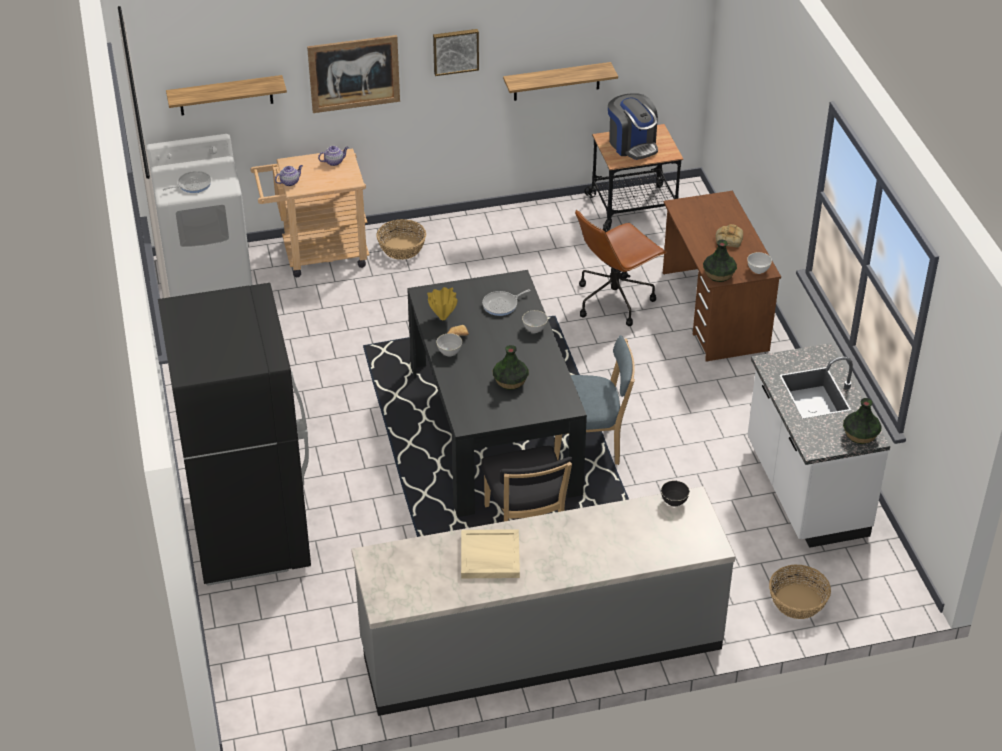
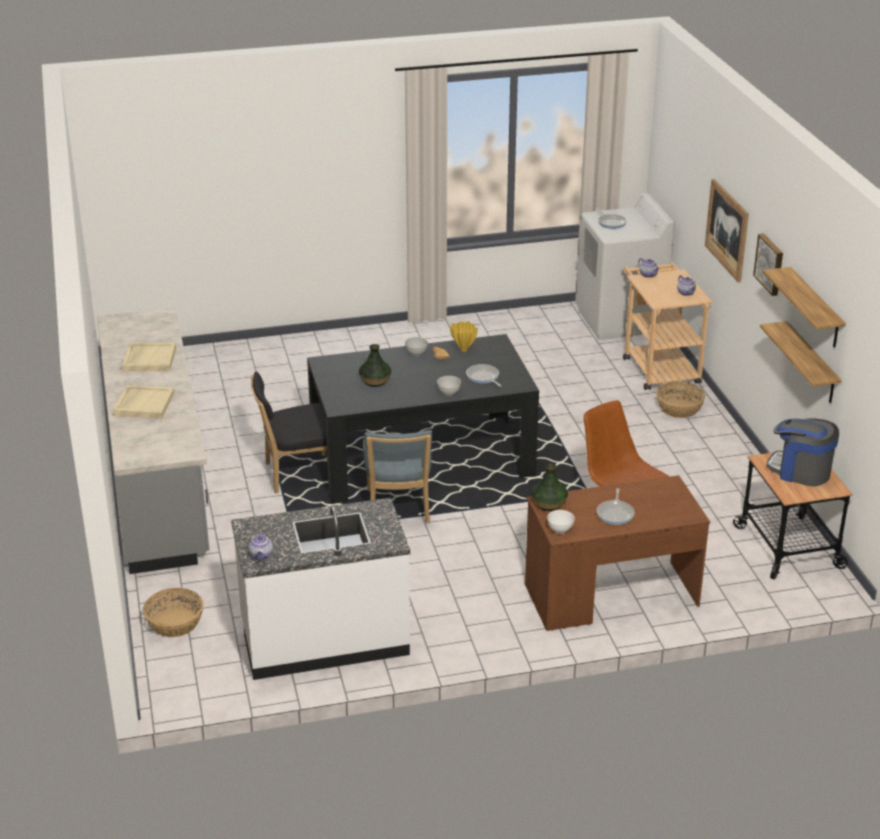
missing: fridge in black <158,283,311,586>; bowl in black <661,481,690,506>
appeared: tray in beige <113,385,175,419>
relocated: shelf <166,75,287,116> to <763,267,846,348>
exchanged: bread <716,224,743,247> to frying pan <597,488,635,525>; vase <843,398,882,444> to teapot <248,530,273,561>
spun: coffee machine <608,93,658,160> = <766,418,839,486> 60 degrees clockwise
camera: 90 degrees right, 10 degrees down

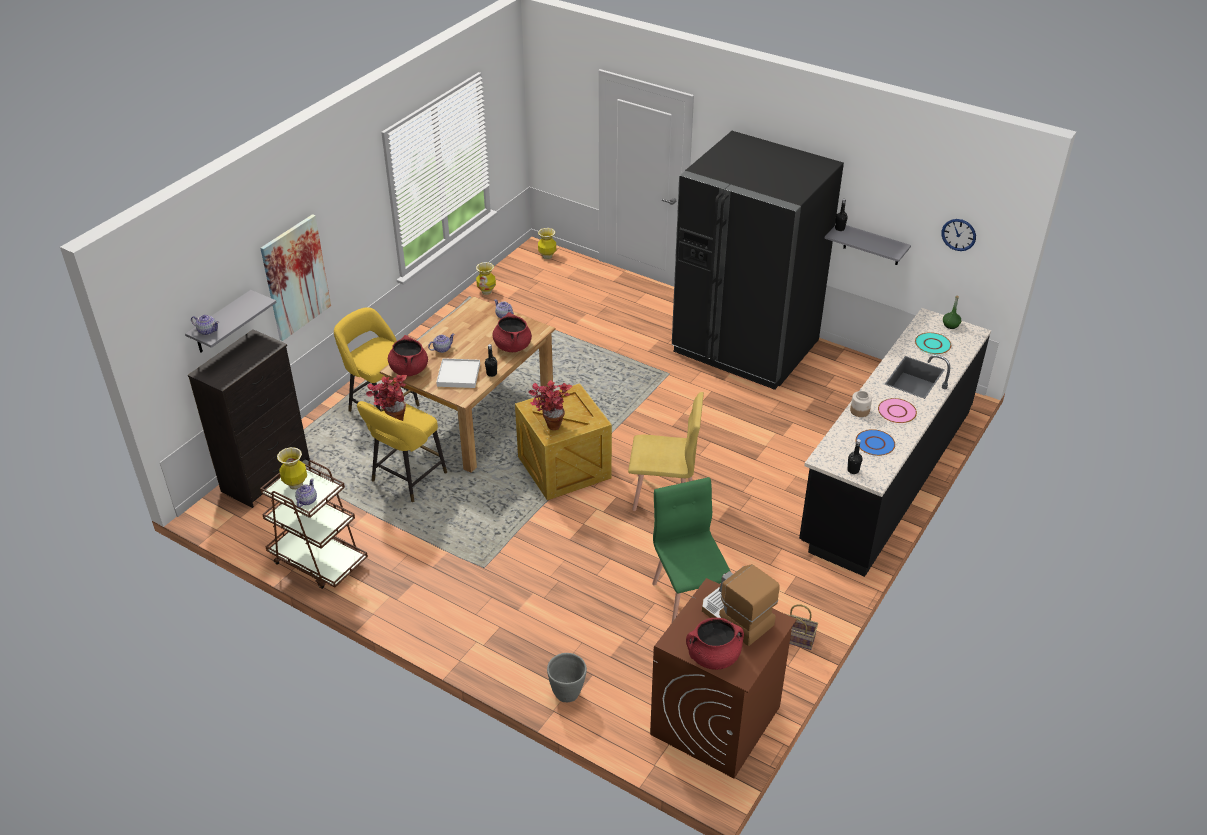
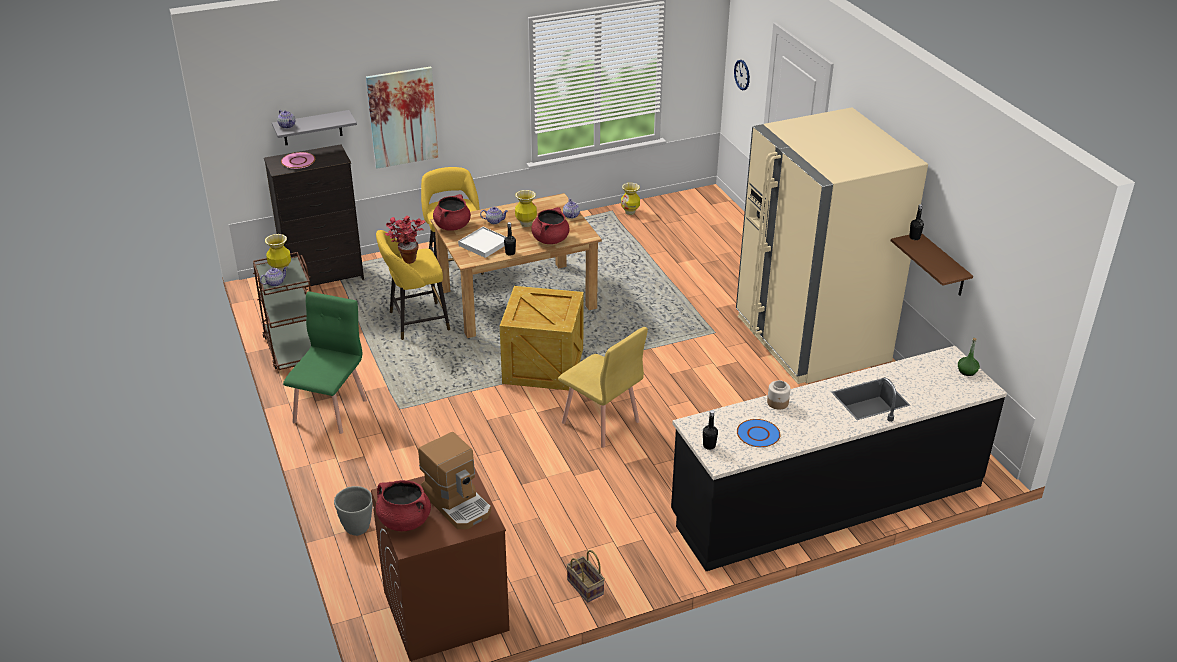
missing: potted plant <529,380,572,430>; plate in turquoise <915,332,951,354>
relocated: vase <538,228,556,259> to <515,190,537,227>; chair in green <652,477,731,624> to <283,291,367,434>; plate in pink <878,398,917,423> to <281,152,315,169>; wall clock <941,219,976,251> to <734,60,750,90>
colour: fridge in black <672,131,844,390> to fridge in beige <736,107,928,384>; shelf in grey <824,225,911,265> to shelf in brown <891,234,973,296>
spun: coffee machine <702,564,780,646> = <418,432,491,529> 150 degrees clockwise
camera: 35 degrees right, 5 degrees down

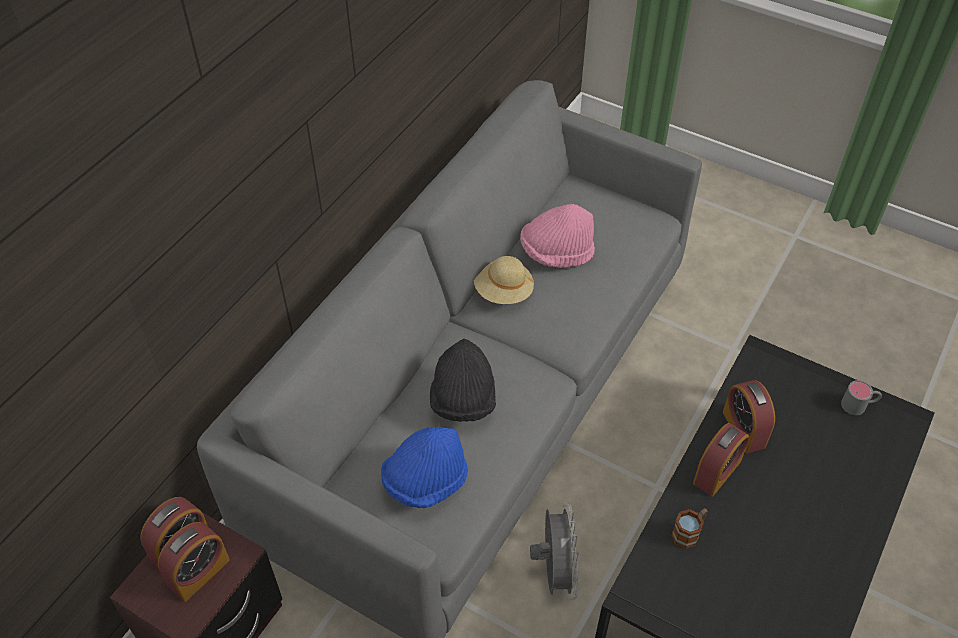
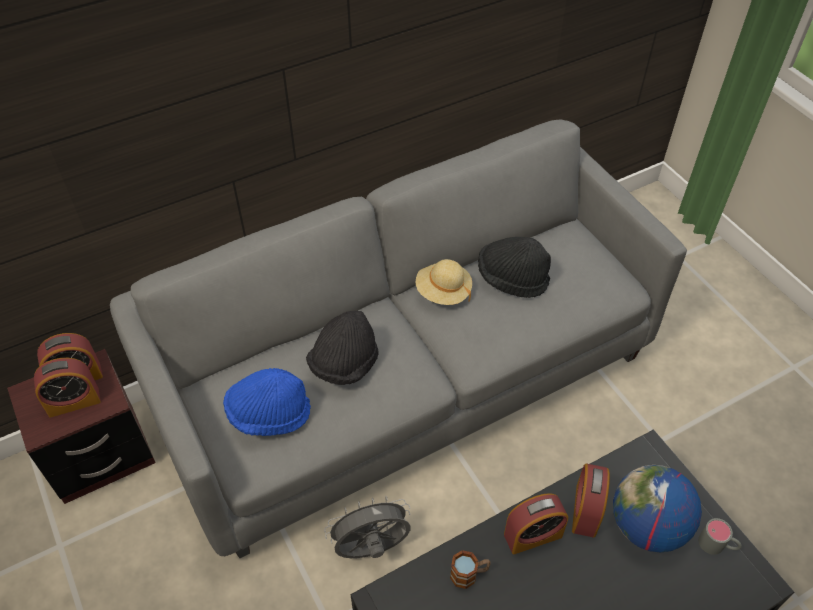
appeared: globe <613,465,702,553>
colour: hat in pink <520,204,595,268> to hat in black <478,237,551,298>
spun: fan in grey <530,503,579,600> = <324,496,411,558> 135 degrees counterclockwise
camera: 30 degrees right, 0 degrees up

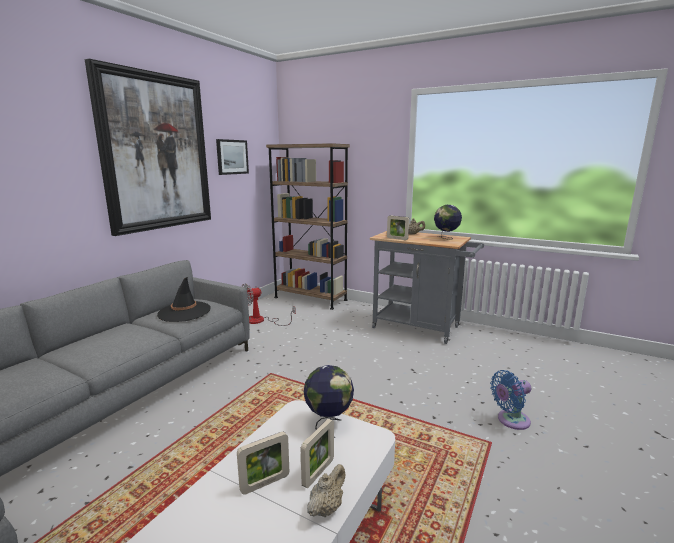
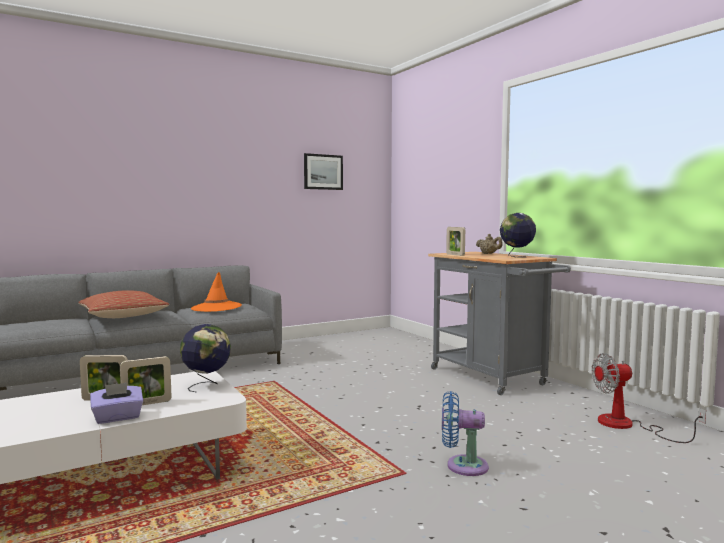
missing: picture <85,59,211,236>; bookcase in brown <266,143,350,310>
appeared: pillow <78,290,169,318>
relocated: fan <241,283,296,326> to <592,353,706,443>
exchanged: teapot in beige <307,464,345,517> to tissue box in purple <90,383,143,424>
colour: hat in black <157,277,211,322> to hat in orange <191,272,242,312>
camera: 30 degrees right, 10 degrees down

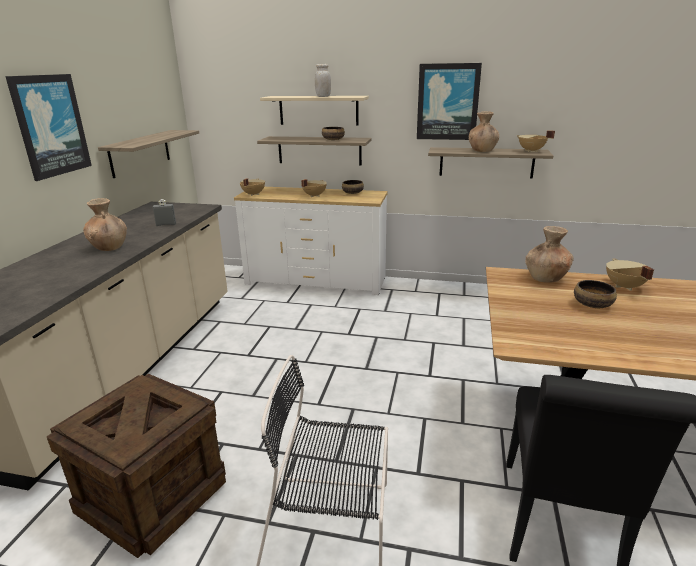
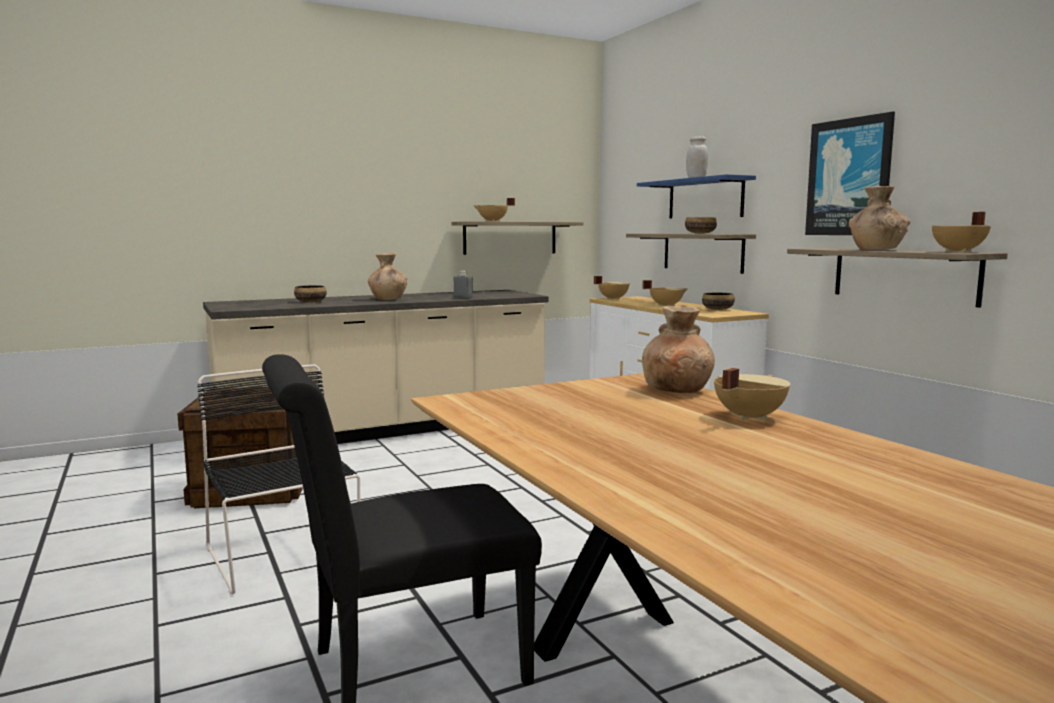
missing: picture <5,74,92,181>
appeared: cooking pot in beige <473,198,515,221>
relocated: bowl <574,280,617,308> to <294,285,327,303>
colour: shelf in beige <260,96,369,125> to shelf in blue <637,174,756,219>
camera: 50 degrees right, 15 degrees down

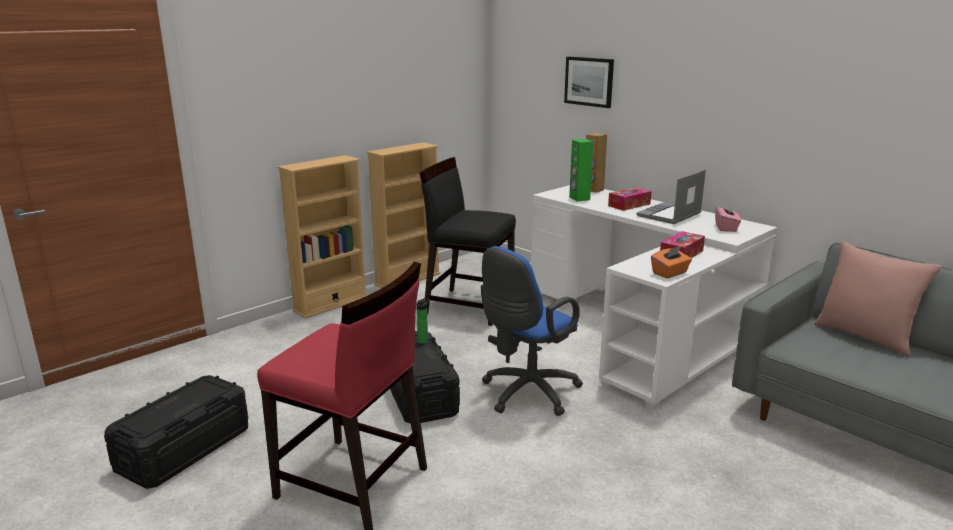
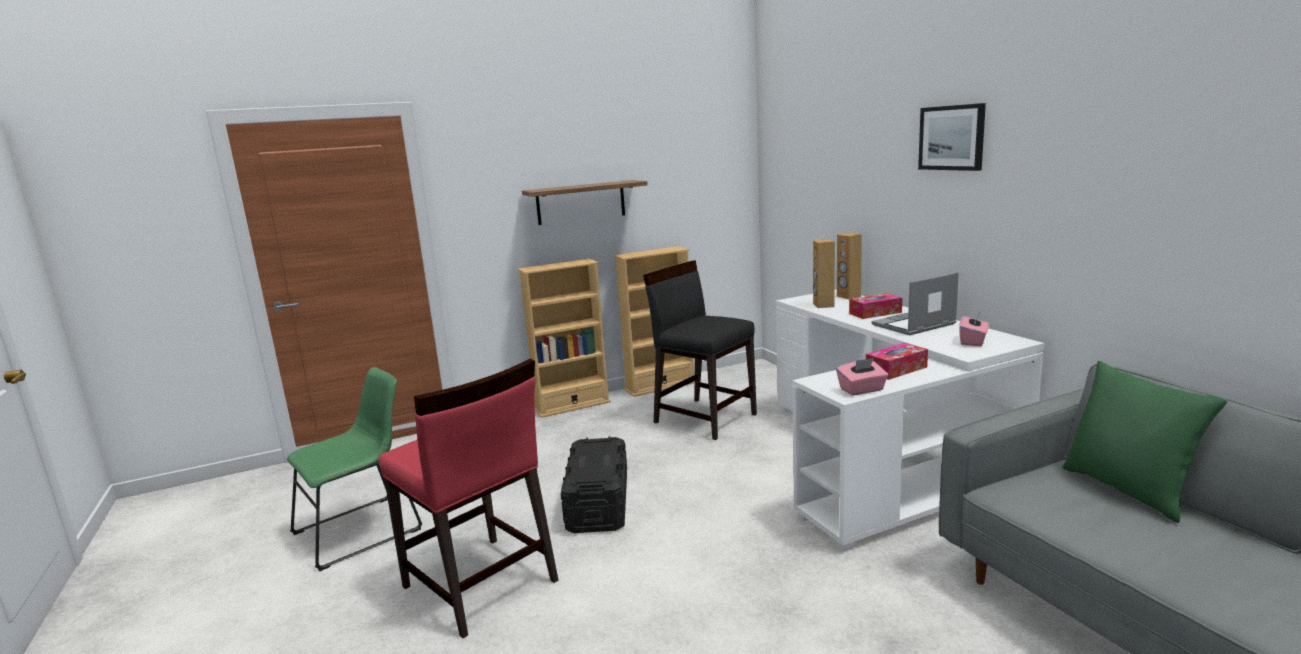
missing: bottle <416,298,430,344>; office chair in blue <481,246,583,416>
appeared: shelf <522,180,648,225>
relocated: picture <564,57,614,108> to <918,103,986,171>
exchanged: storage box in black <104,375,248,489> to chair in green <287,367,422,572>
colour: speaker in green <569,139,593,201> to speaker in brown <813,239,835,308>; tissue box in orange <651,246,692,278> to tissue box in pink <836,358,888,396>; pillow in pink <814,241,942,357> to pillow in green <1062,361,1227,523>
camera: 20 degrees right, 5 degrees down

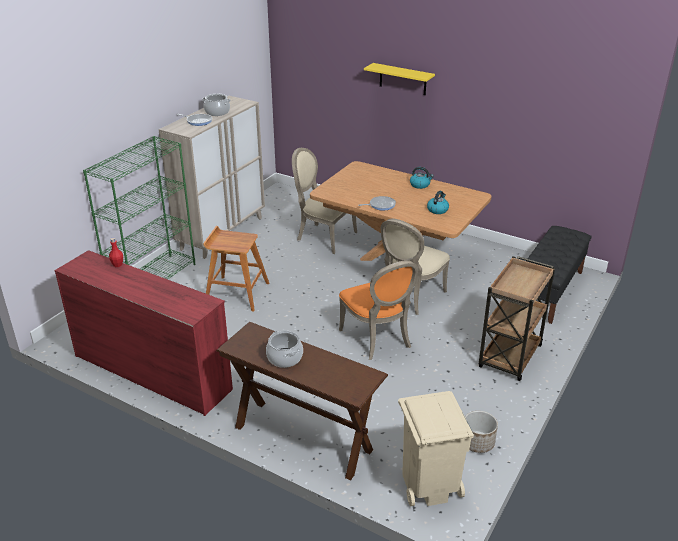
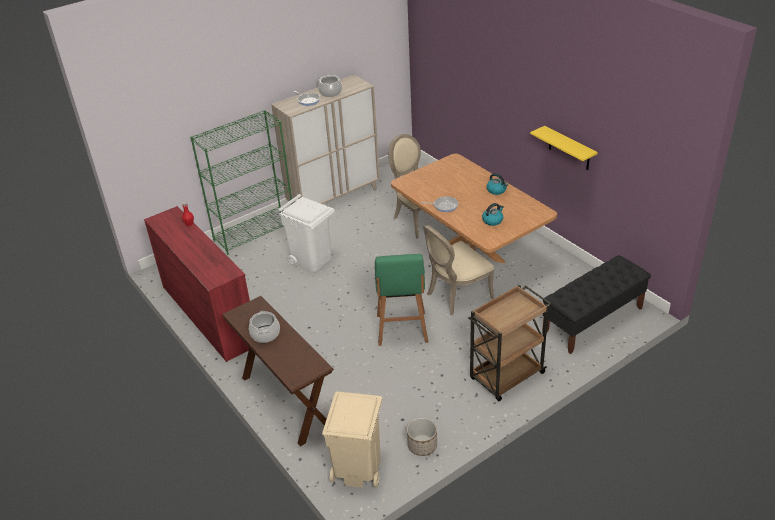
relocated: shelf in yellow <364,63,435,95> to <530,126,598,170>
exchanged: stool in brown <204,226,269,312> to trash can in white <278,194,335,271>; chair in orange <339,260,418,360> to stool in green <375,254,428,346>
camera: 25 degrees right, 5 degrees up

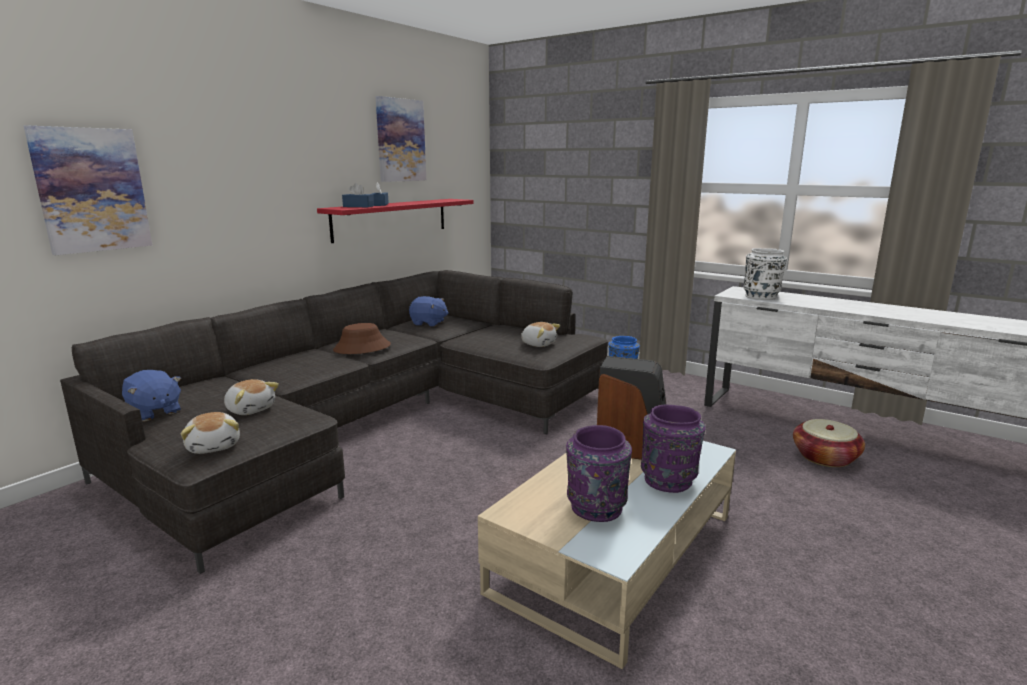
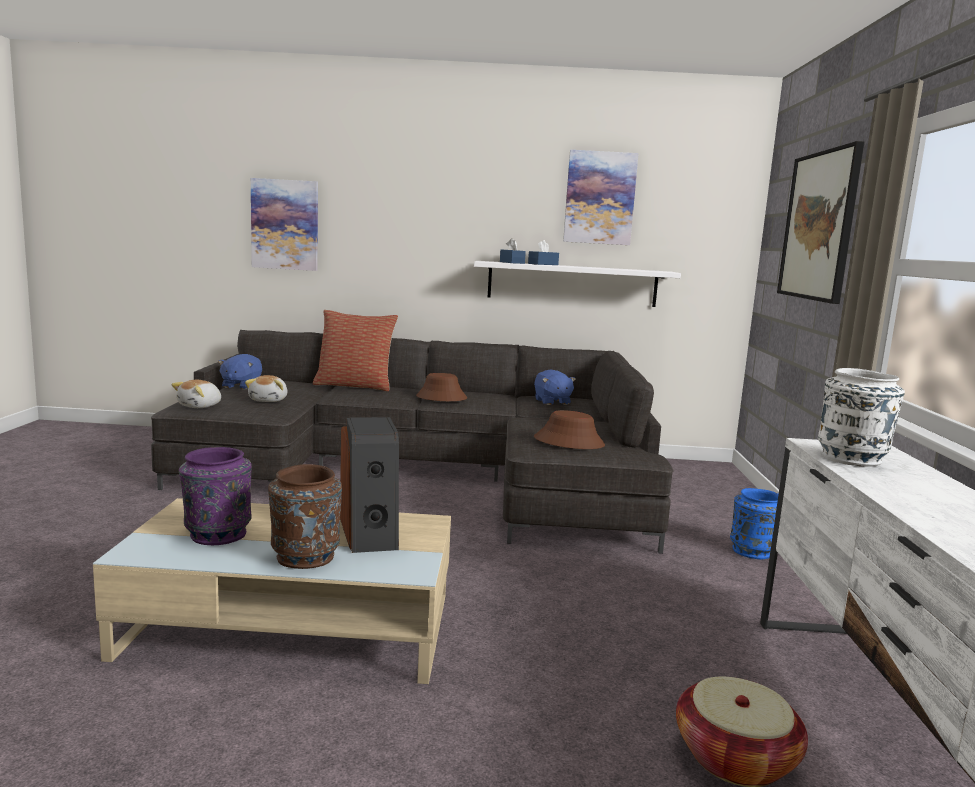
appeared: pillow <313,310,398,391>; picture <777,141,864,304>
exchanged: plush toy <521,322,560,347> to hat in brown <534,410,605,449>
colour: shelf in red <317,199,474,243> to shelf in white <474,261,681,307>; vase in purple <641,405,706,493> to vase in brown <268,464,342,569>
camera: 55 degrees right, 5 degrees down

